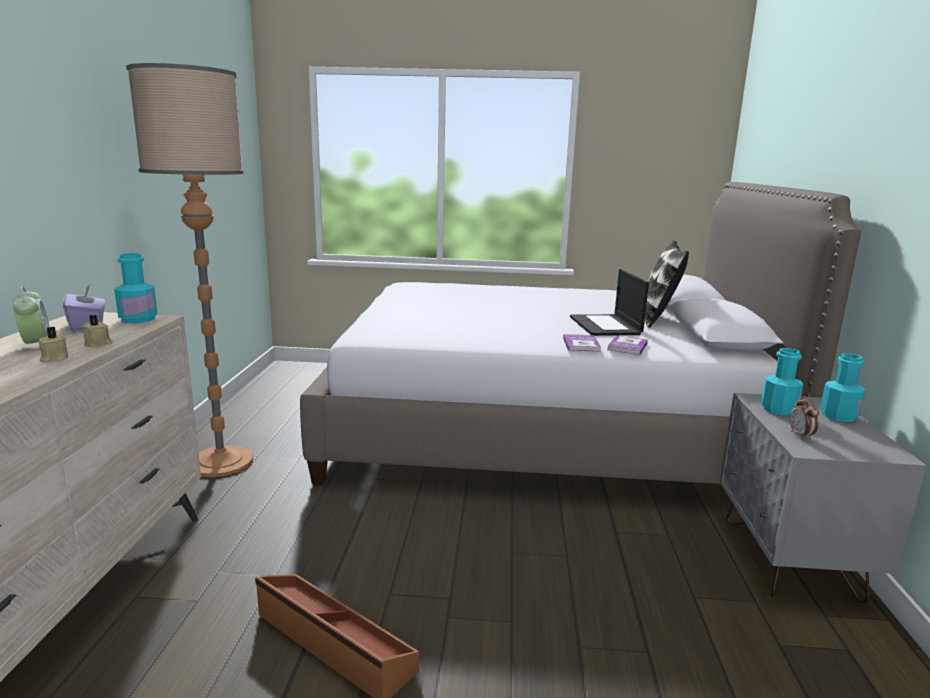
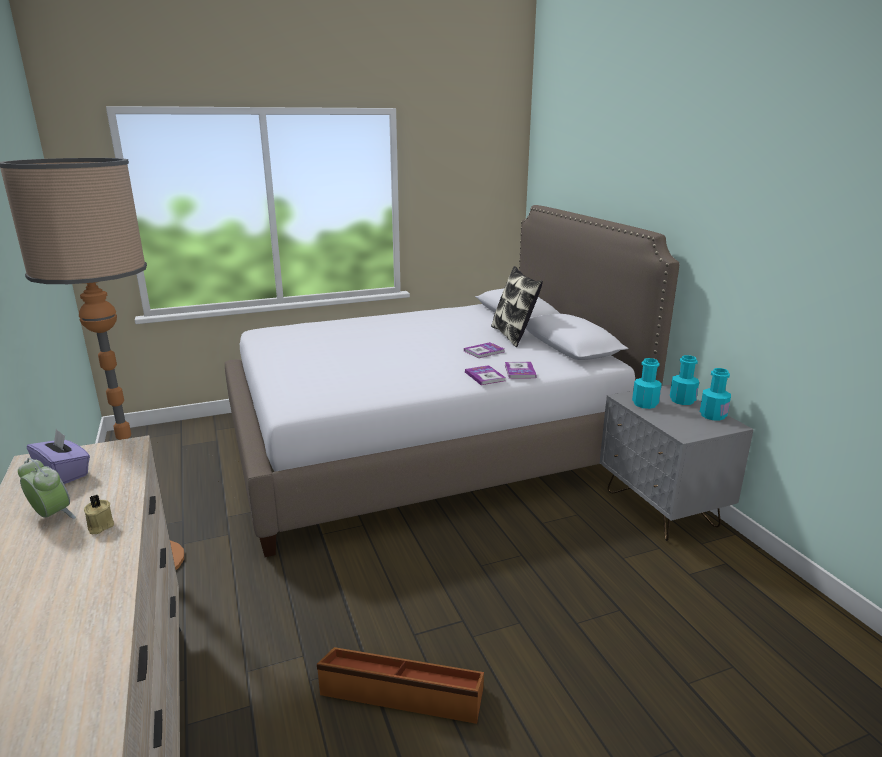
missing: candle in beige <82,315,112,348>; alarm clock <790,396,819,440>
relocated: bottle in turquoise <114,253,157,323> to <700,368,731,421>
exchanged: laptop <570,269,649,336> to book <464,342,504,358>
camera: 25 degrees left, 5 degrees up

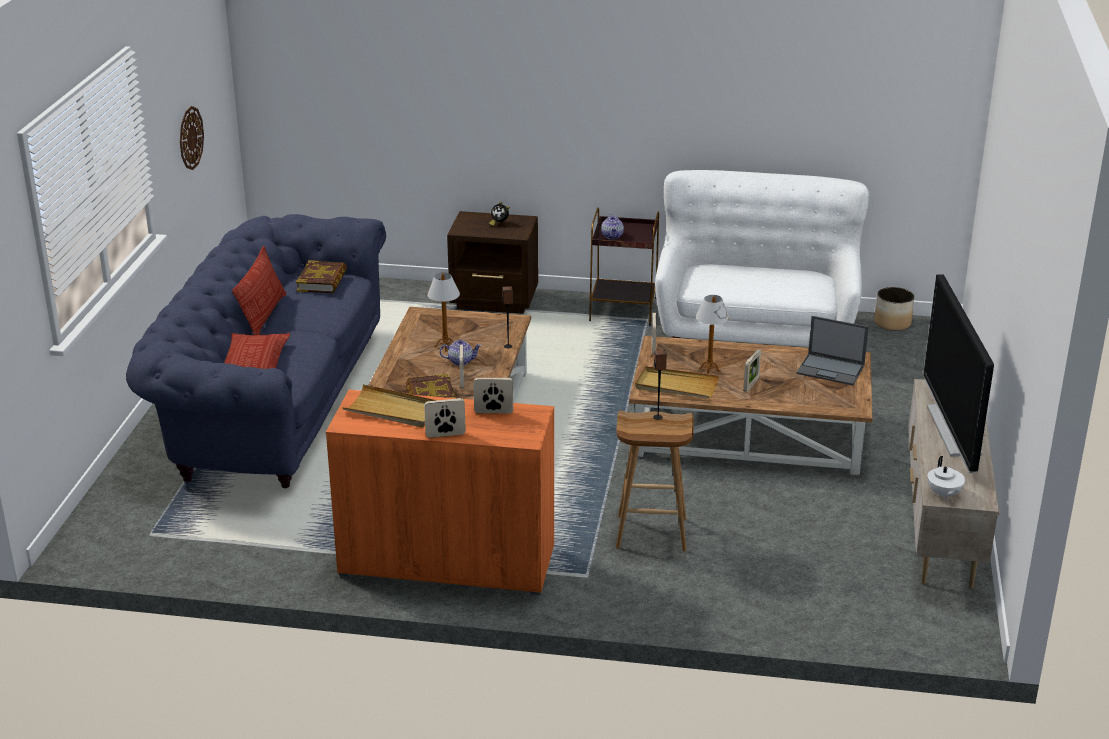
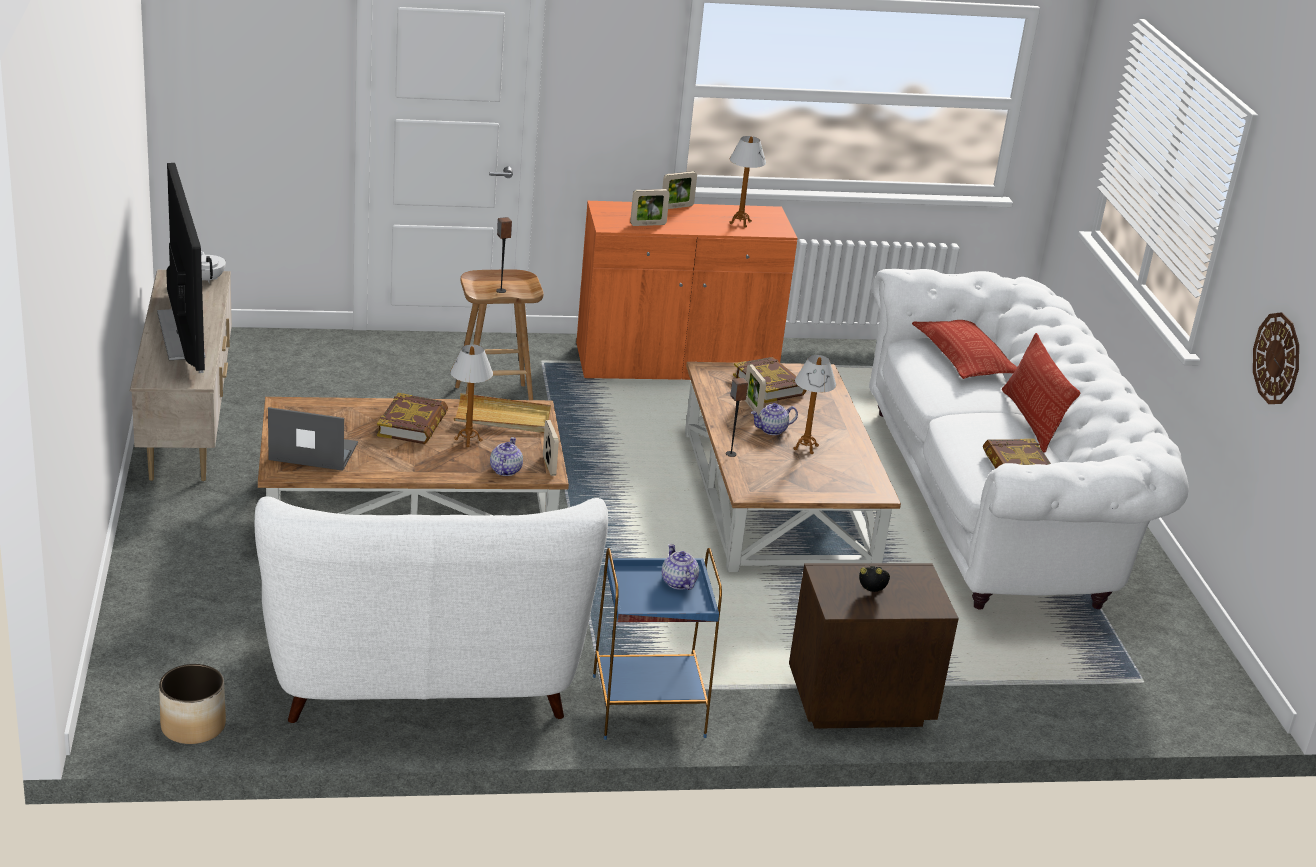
appeared: teapot <490,437,523,476>
exchanged: tray in beige <342,384,437,428> to table lamp <729,136,766,228>; picture frame <743,349,761,392> to book <377,393,448,444>
colour: sofa in blue <126,214,386,488> to sofa in white <869,269,1189,610>; side table in brown <589,208,659,326> to side table in blue <593,548,722,740>
camera: 160 degrees right, 0 degrees up

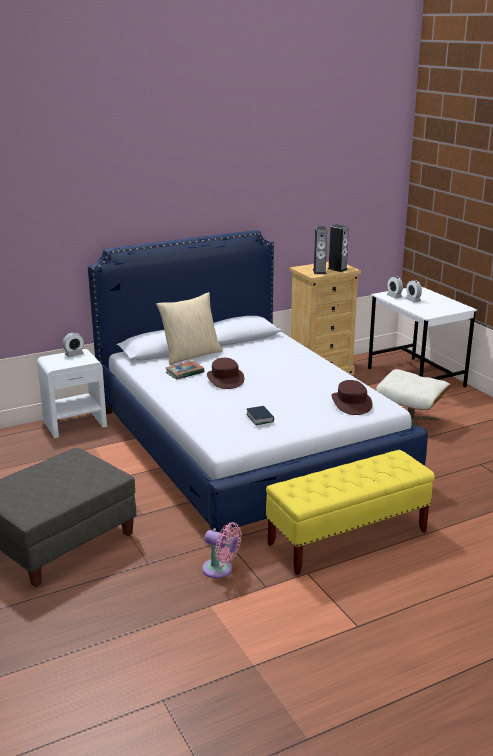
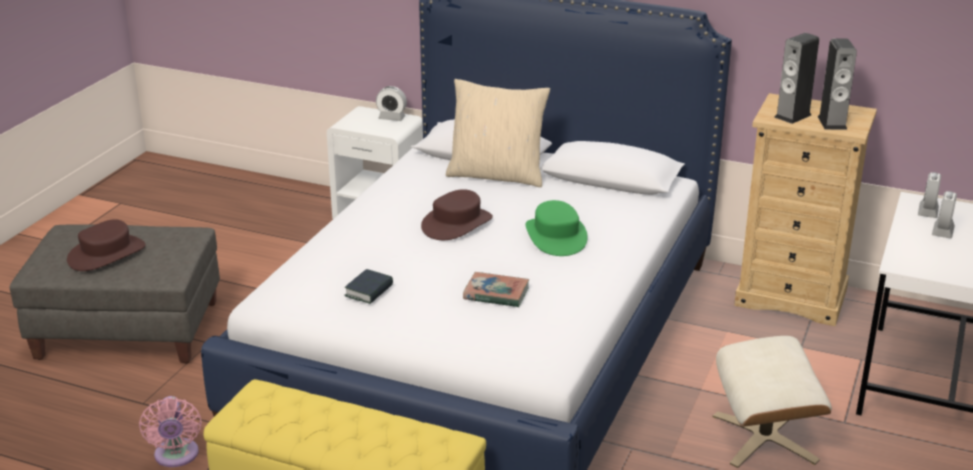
appeared: hat in green <525,200,588,256>
relocated: book <166,361,205,380> to <463,272,529,307>; hat in brown <332,380,372,415> to <67,219,146,271>
camera: 50 degrees right, 5 degrees up

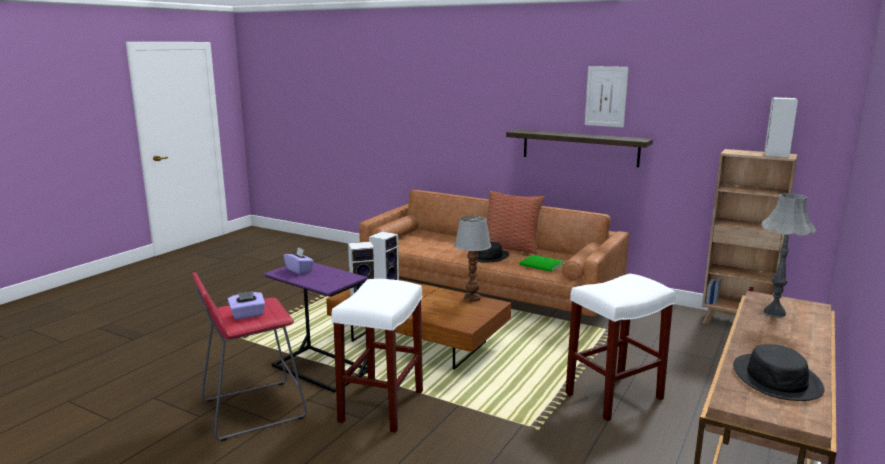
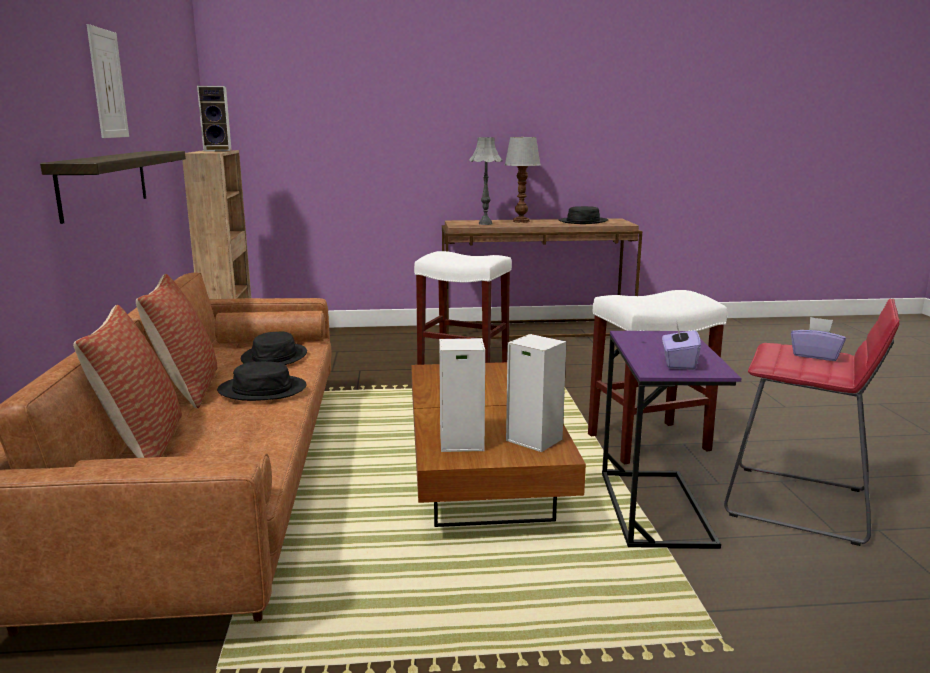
appeared: pillow <73,305,182,458>
relocated: table lamp <455,216,491,302> to <505,137,541,223>
exchanged: book in green <519,255,564,272> to hat in black <241,332,307,365>
camera: 125 degrees left, 0 degrees up

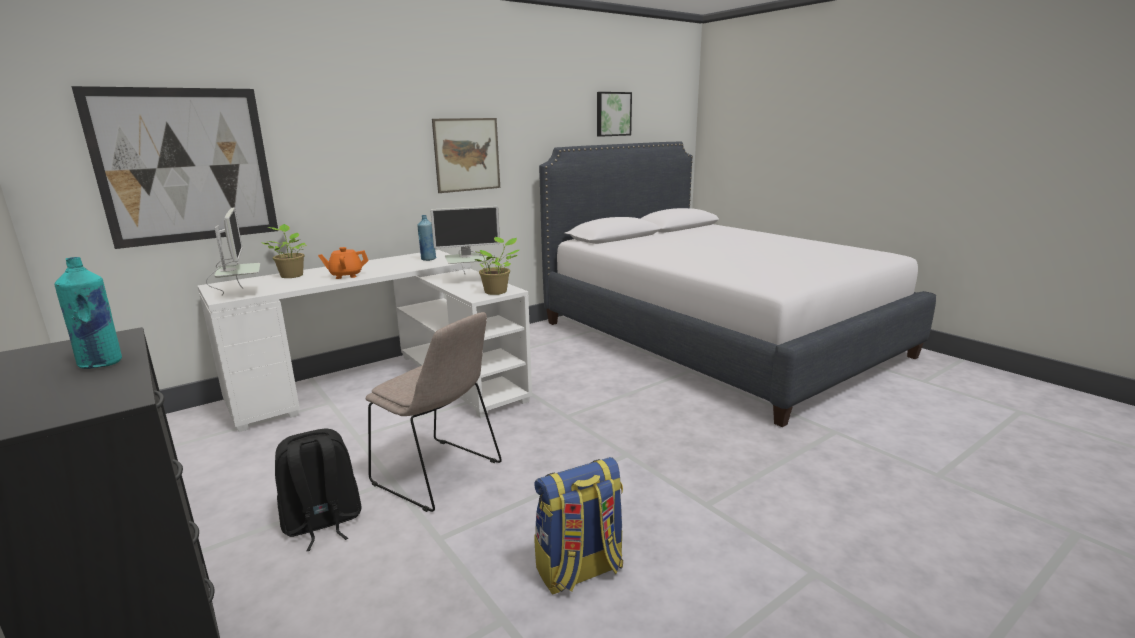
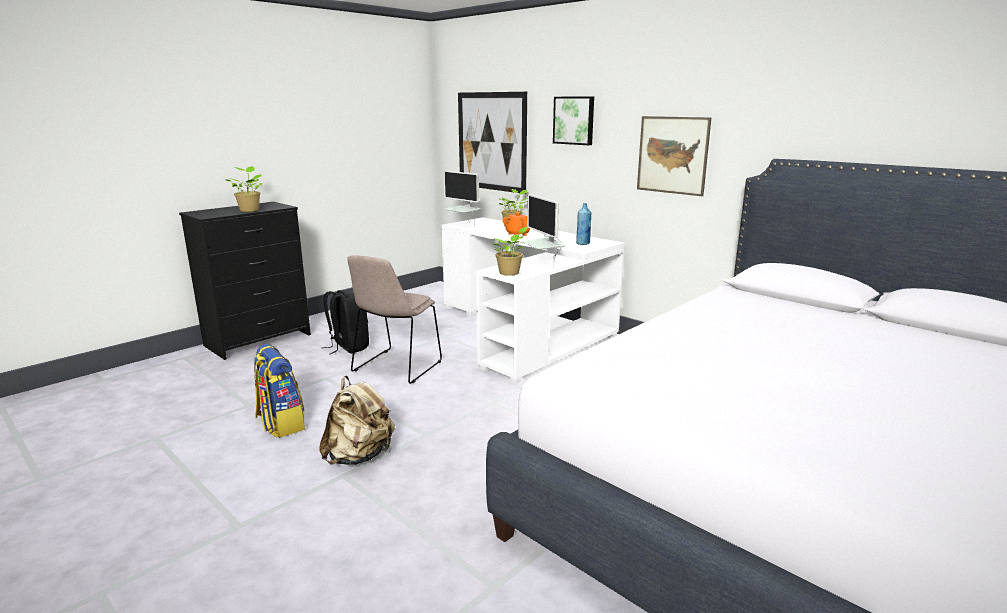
appeared: backpack in beige <319,376,395,465>
relocated: picture <597,92,632,137> to <553,96,594,145>
exchanged: bottle in turquoise <55,257,122,369> to potted plant <226,166,263,212>
spun: monitor <206,208,260,295> = <443,171,481,227> 75 degrees clockwise
camera: 80 degrees right, 0 degrees up

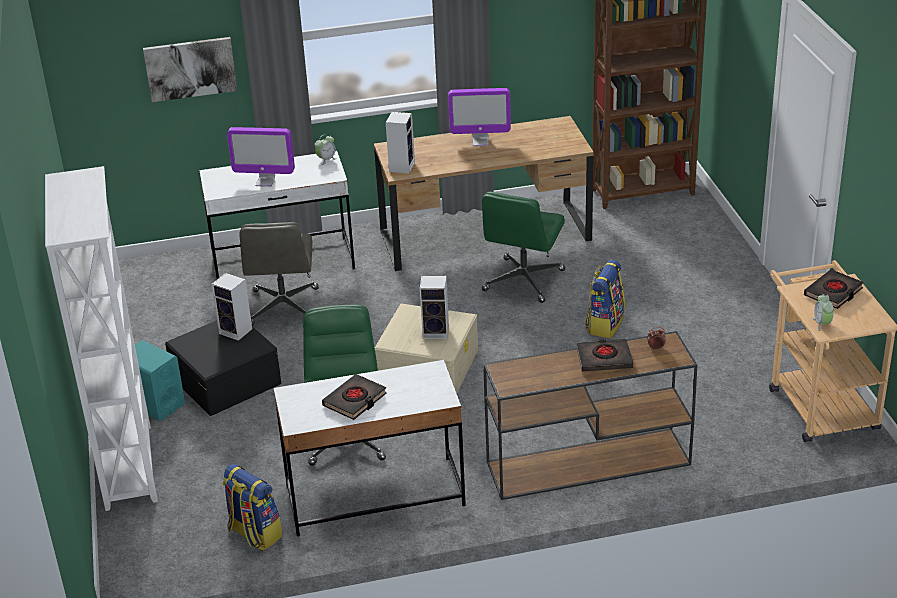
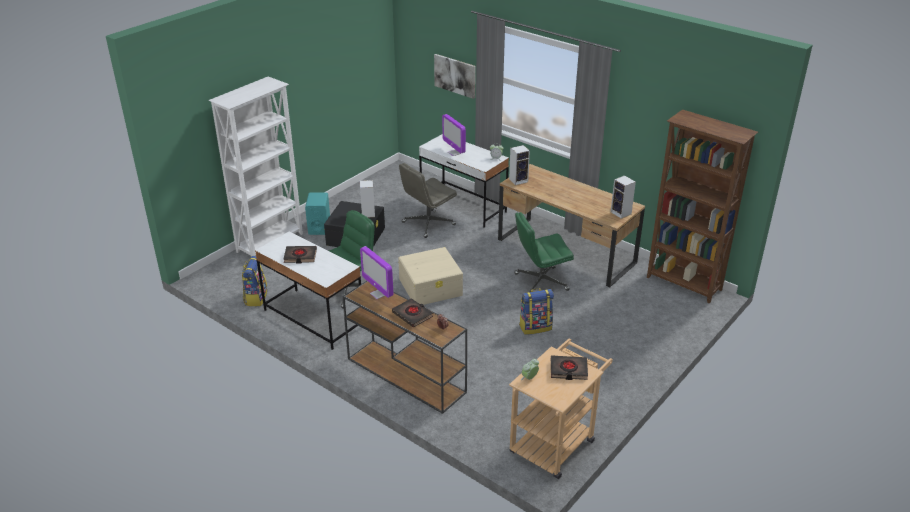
relocated: speaker <420,276,449,339> to <611,176,636,219>; monitor <448,88,511,146> to <360,246,393,299>
camera: 50 degrees right, 0 degrees up

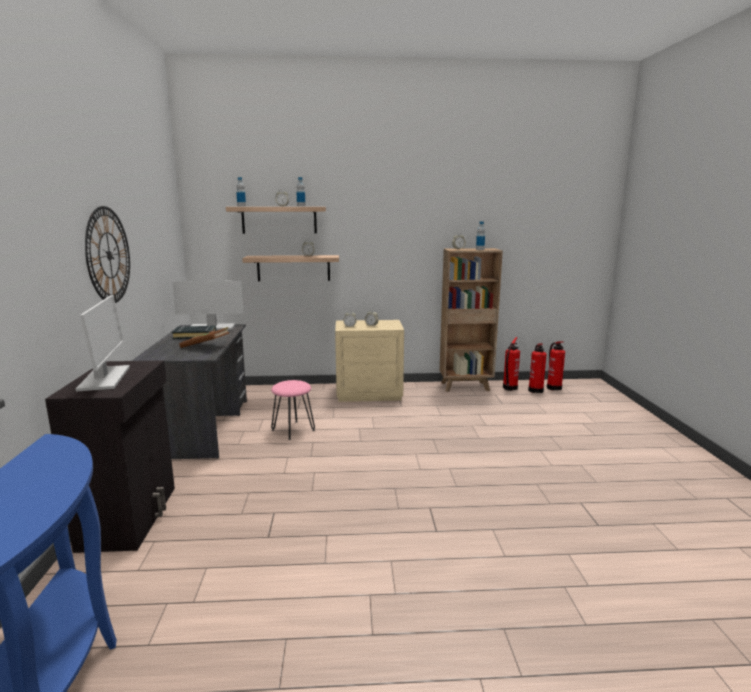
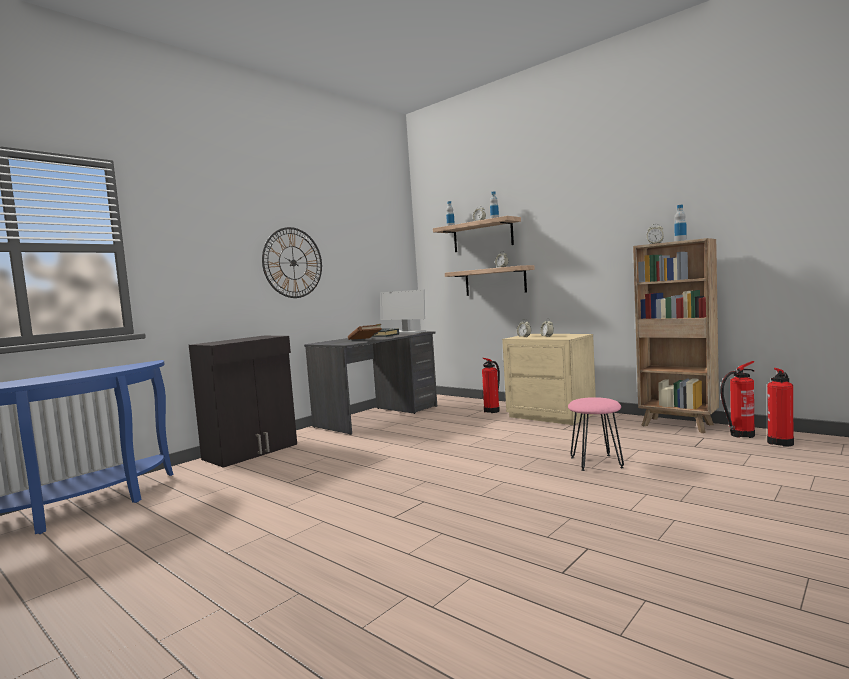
missing: monitor <76,295,130,391>
relocated: stool in pink <271,380,315,440> to <568,397,624,471>; fire extinguisher <547,341,565,391> to <482,358,500,413>
camera: 45 degrees right, 10 degrees down

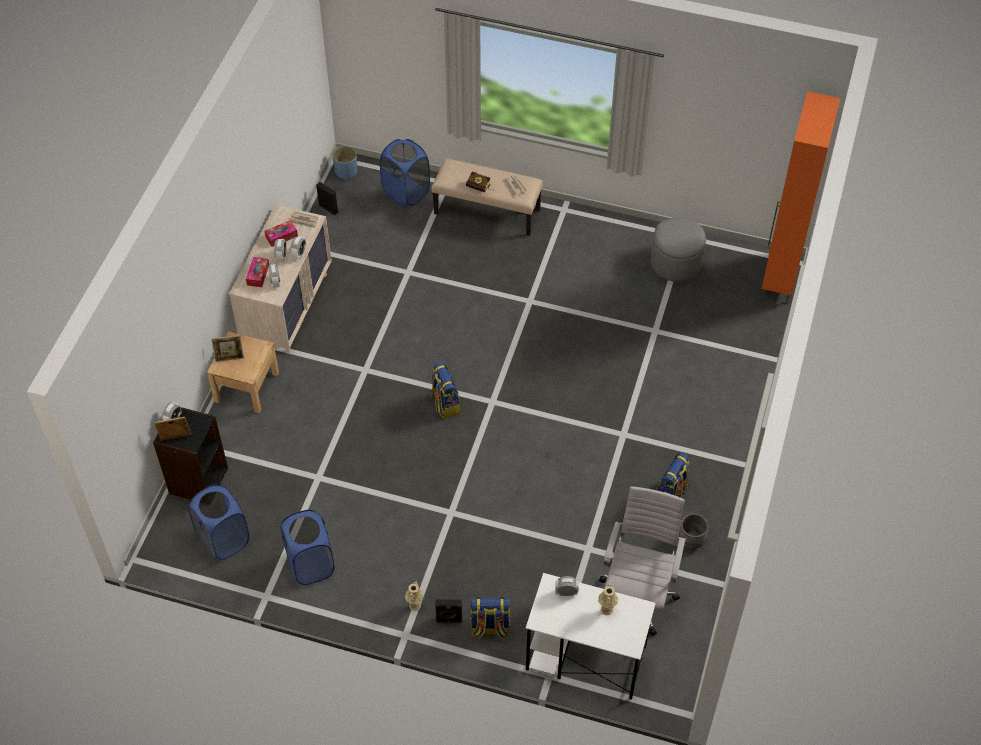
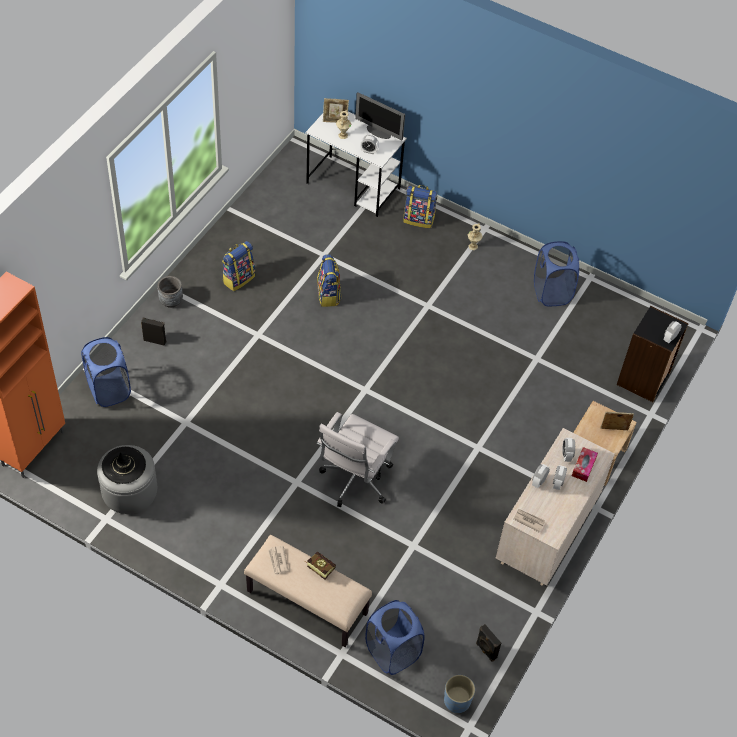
missing: tissue box <265,220,298,247>
appeared: hat in black <102,447,146,484>; monitor <355,92,405,140>
relocated: picture frame <154,417,191,441> to <323,98,349,123>; laundry basket in blue <188,484,249,560> to <81,337,131,407>; backpack <430,362,461,419> to <317,254,341,307>; speaker in black <435,599,462,623> to <141,318,166,345>; office chair in white <599,486,686,636> to <316,412,399,507>; planter in grey <679,513,709,549> to <157,276,183,308>
camera: 170 degrees left, 0 degrees up

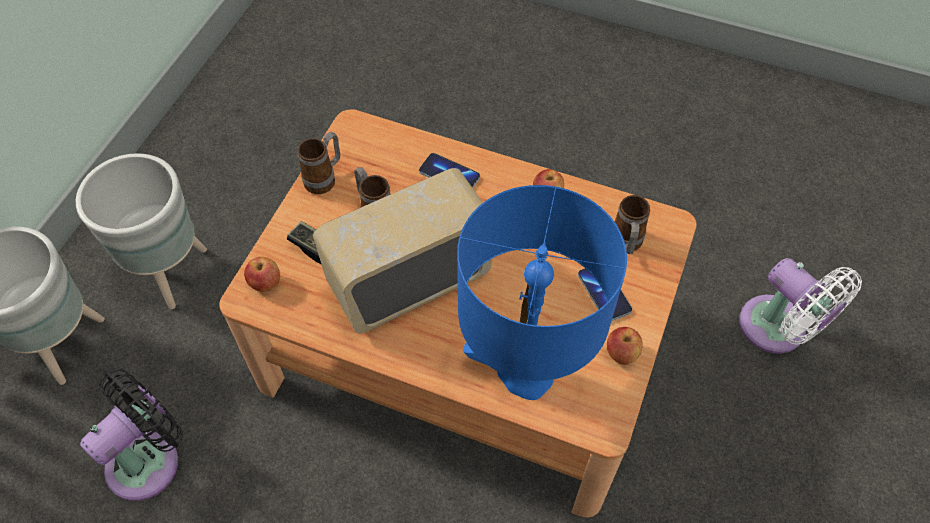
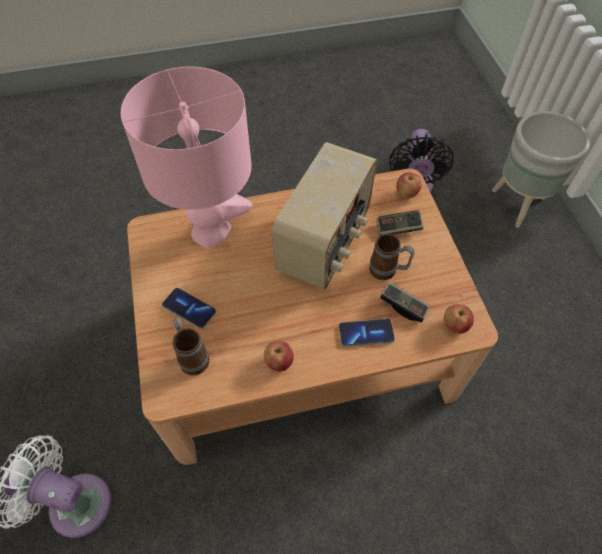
missing: planter in grey <76,153,207,309>; mug <298,132,340,194>
appeared: game controller <380,282,430,322>
relocated: apple <607,327,643,365> to <444,304,474,334>
colour: table lamp in blue <457,185,627,400> to table lamp in pink <121,66,252,248>
camera: 145 degrees right, 0 degrees up

